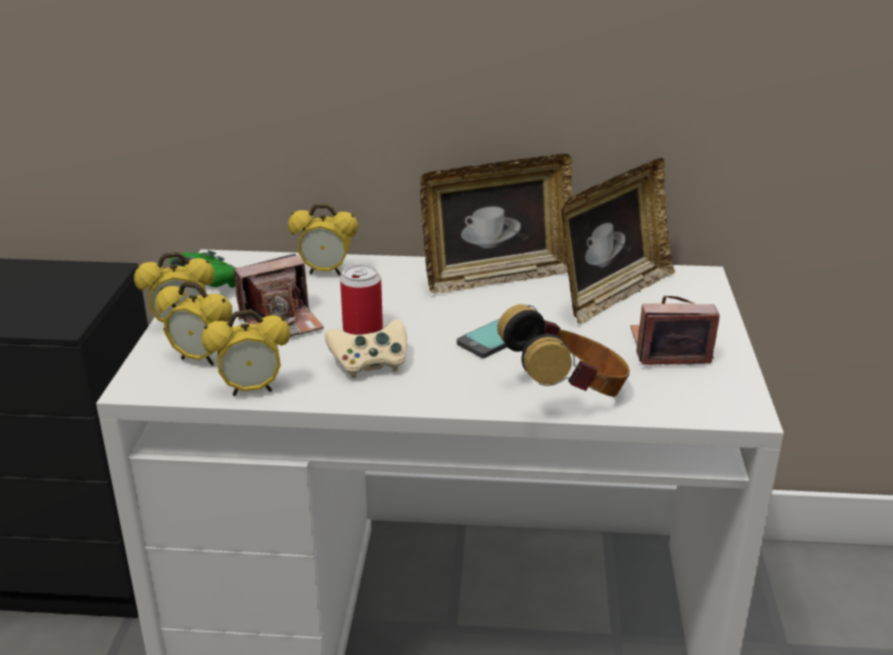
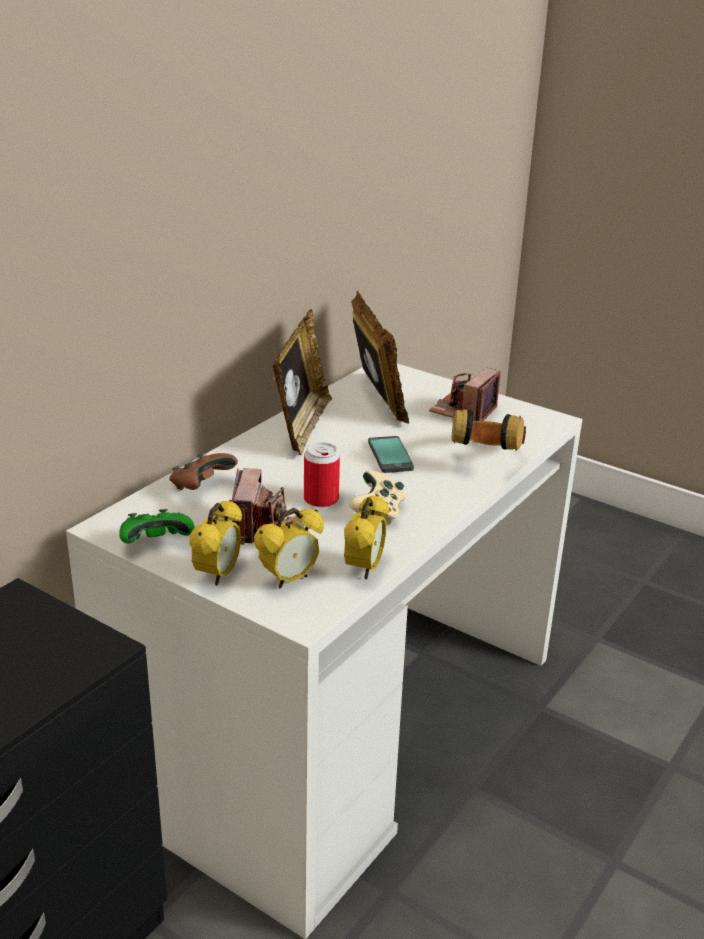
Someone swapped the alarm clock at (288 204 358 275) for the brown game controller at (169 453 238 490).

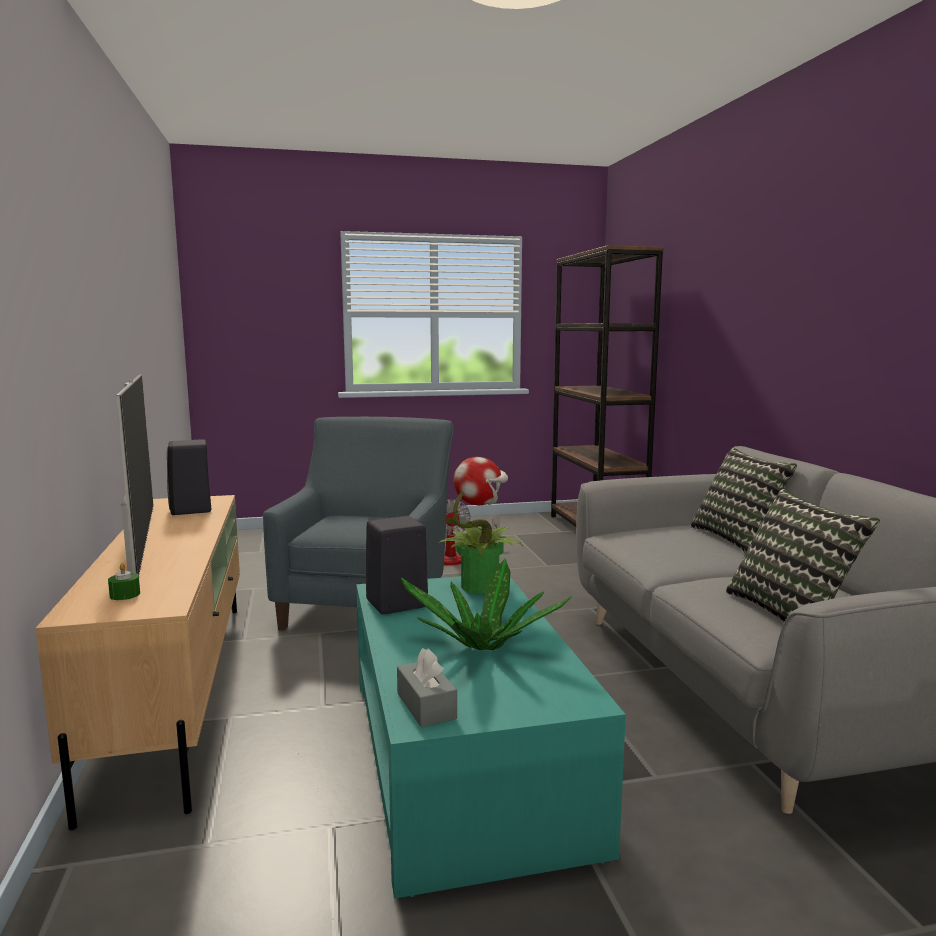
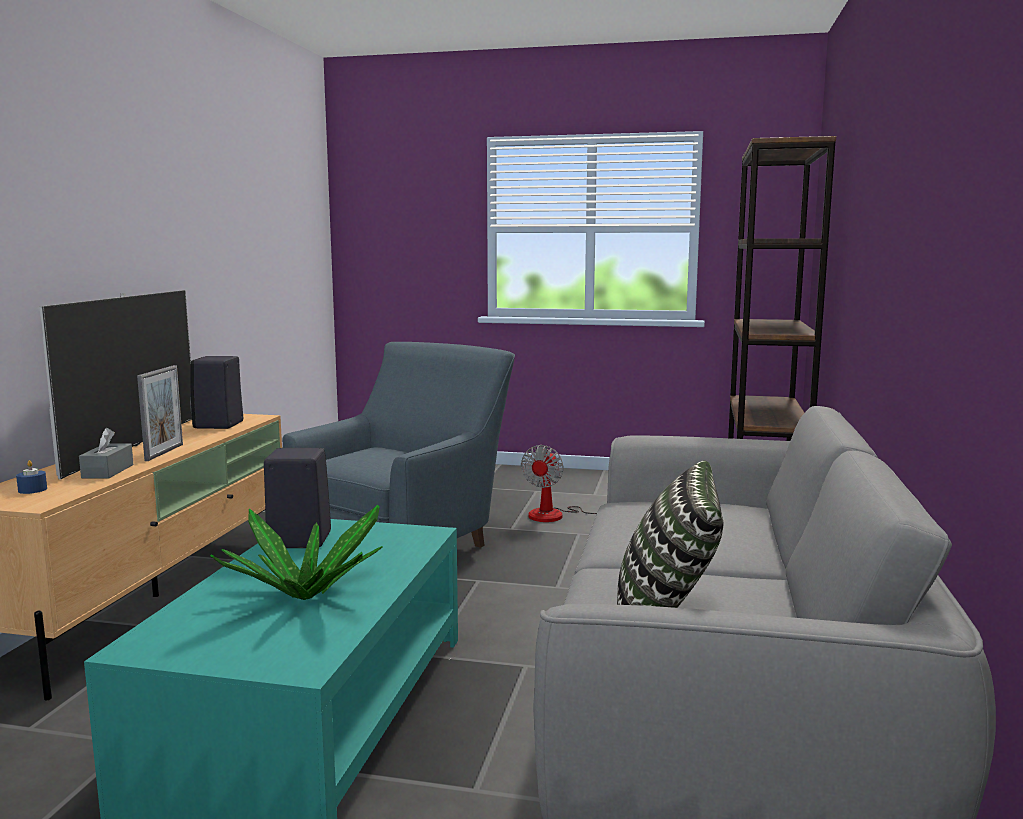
Someone repainted the green candle at (108 563 140 600), which became the blue candle at (16 460 47 494).
Someone carried the grey tissue box from (397 648 457 727) to (79 428 133 479).
Someone put down the picture frame at (137 365 183 461).
Someone took away the potted plant at (439 457 524 594).
Someone took away the pillow at (691 448 797 553).

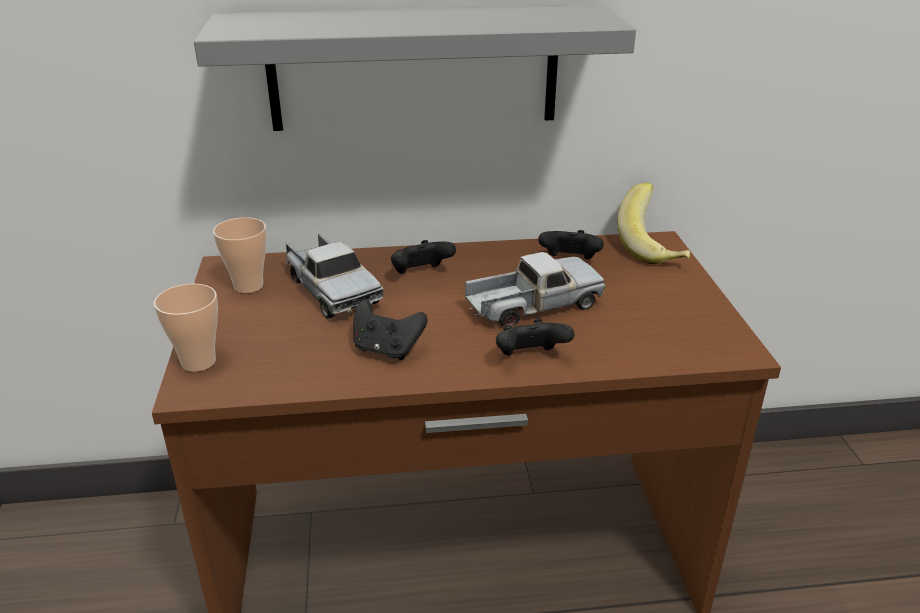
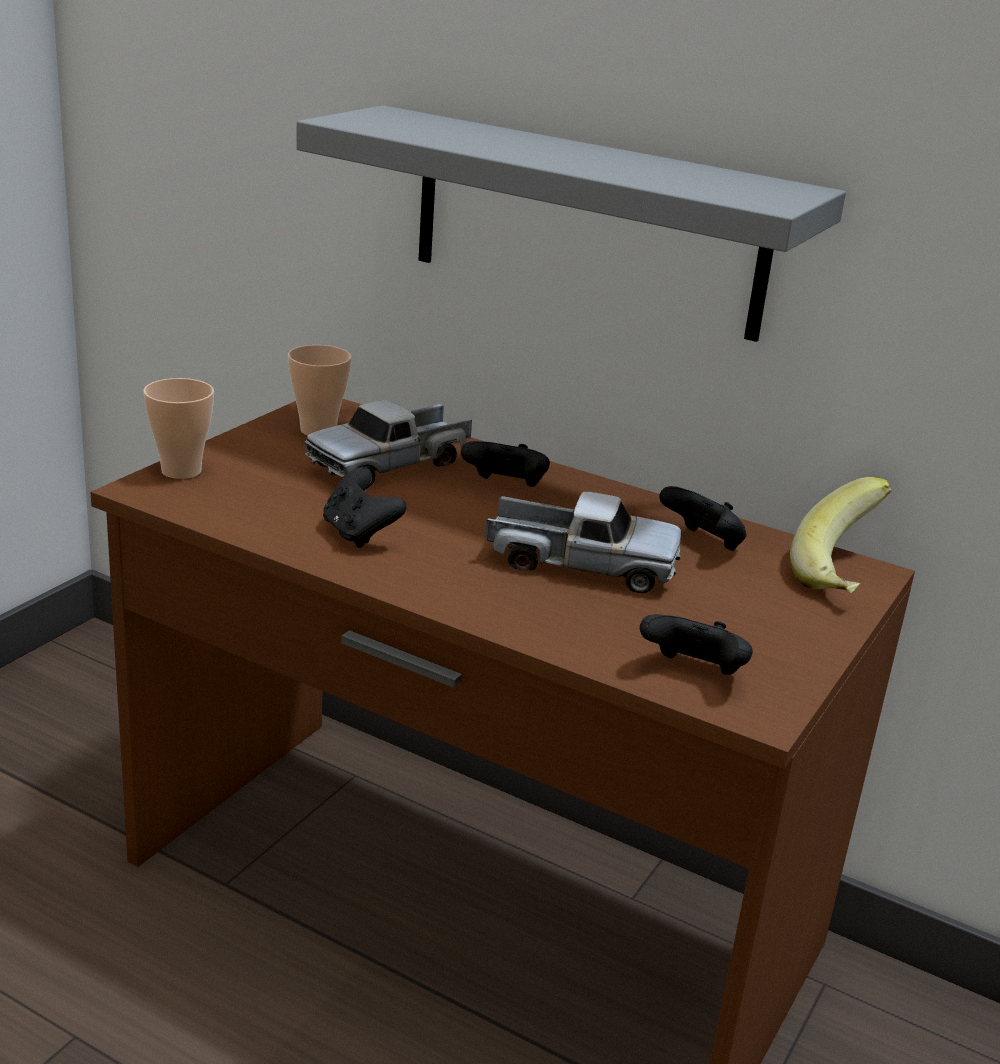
Someone rotated the toy truck at (285 233 384 318) by 45 degrees clockwise.
Someone carried the black game controller from (496 319 574 356) to (640 614 753 675).

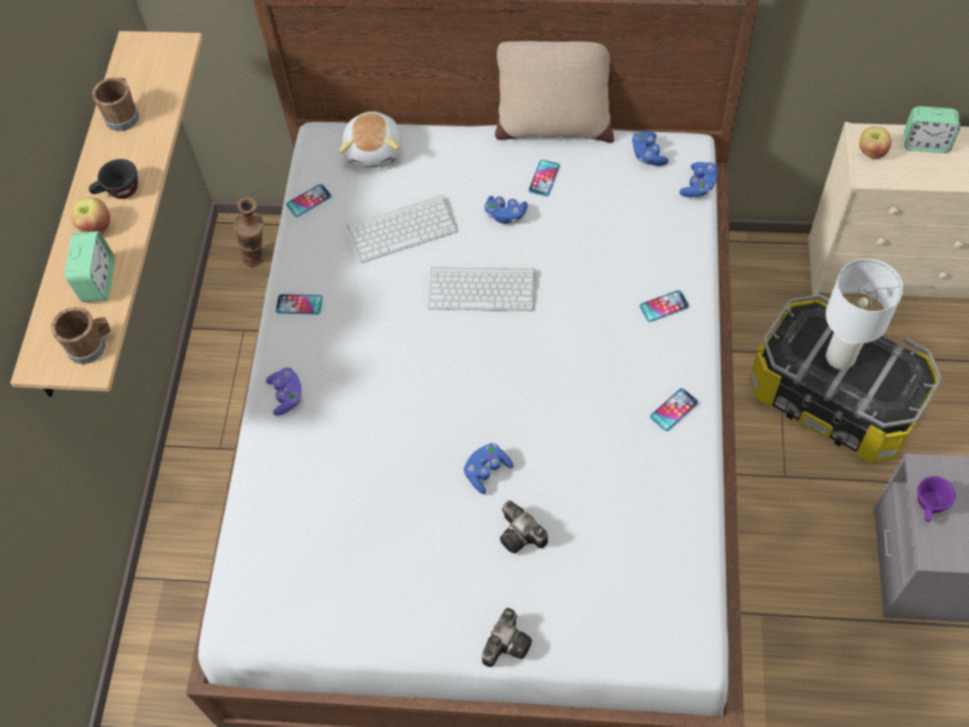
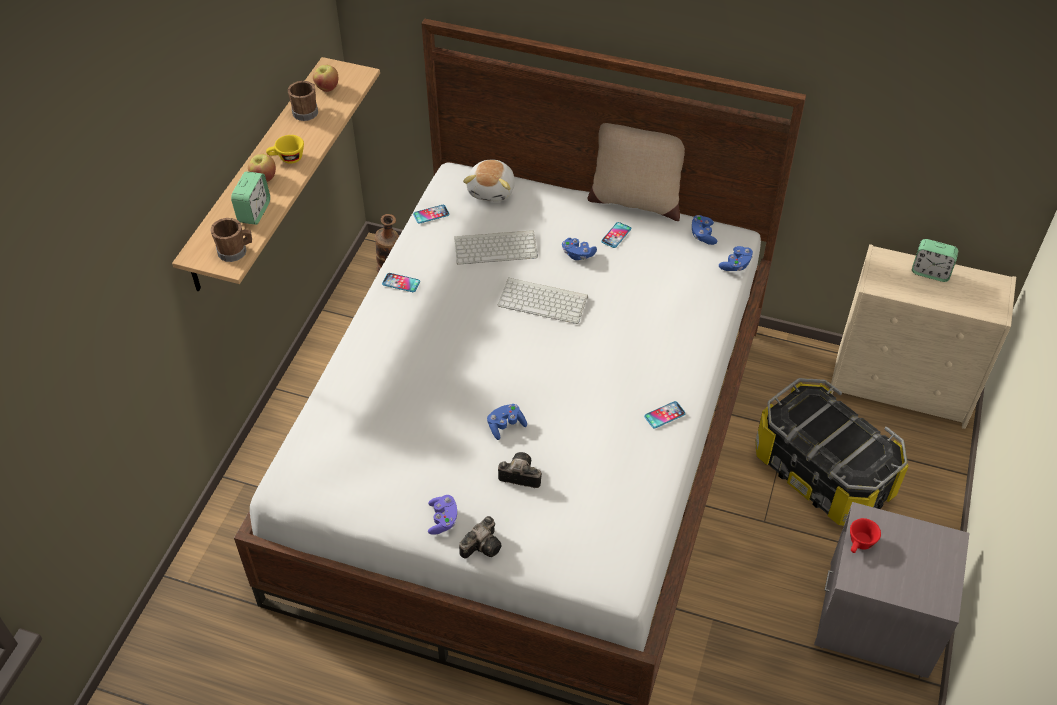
Someone repainted the black cup at (89 159 138 199), which became the yellow cup at (266 135 304 164).
Someone carried the apple from (859 126 892 159) to (313 65 338 92).
Someone carried the purple game controller from (266 367 302 416) to (428 495 457 535).
Someone rotated the photo camera at (500 500 548 553) by 135 degrees clockwise.
Someone repainted the purple cup at (917 476 956 522), which became the red cup at (850 518 881 553).
Someone took away the phone at (639 290 689 322).
Someone took away the white table lamp at (826 258 903 370).

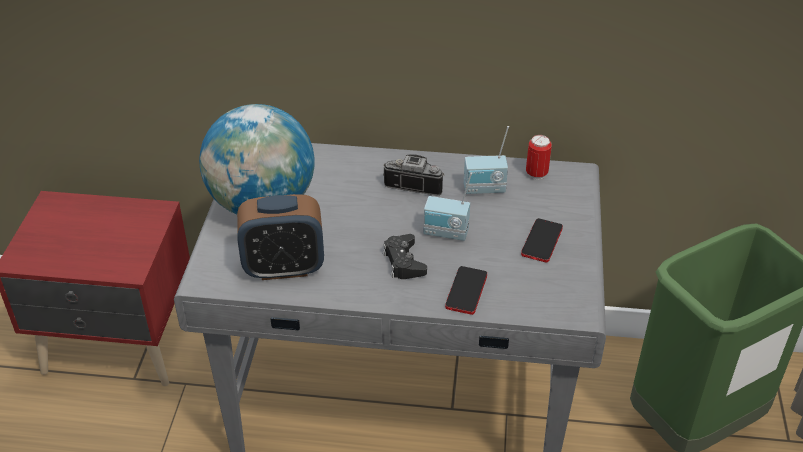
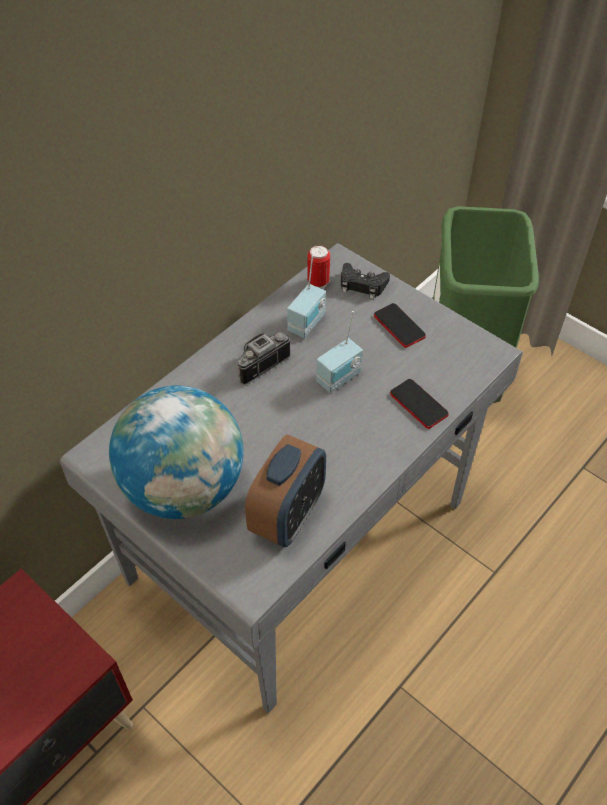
Someone carried the black game controller from (383 234 427 279) to (341 263 390 299).

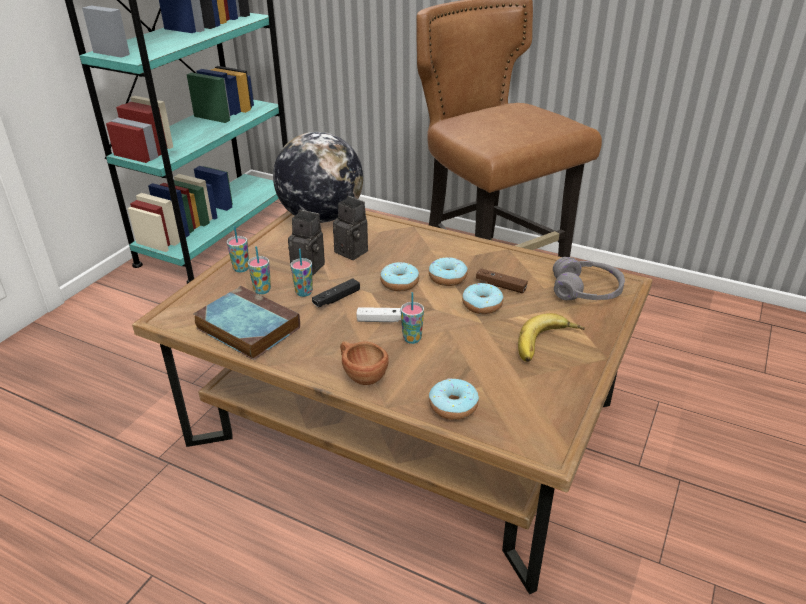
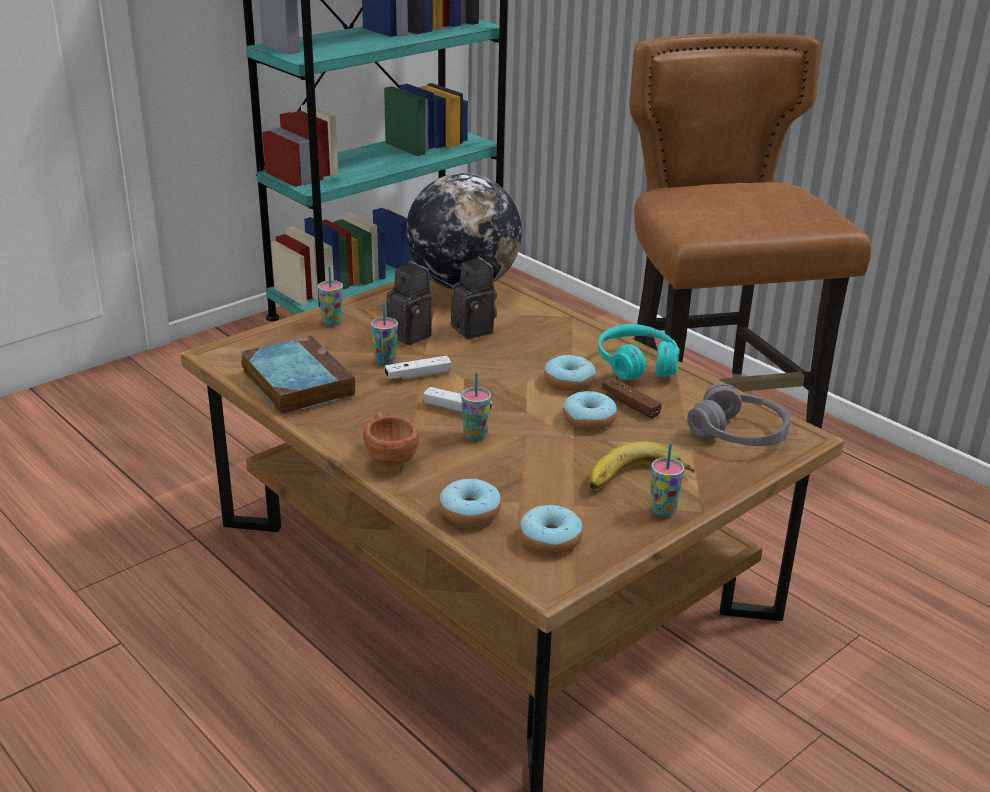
Someone repainted the black game controller at (312 278 360 307), which became the white game controller at (385 356 452 379).
Someone carried the donut from (380 262 419 291) to (519 505 583 554).
Someone put down the turquoise headphones at (598 324 680 380).
Someone carried the cup from (248 246 271 294) to (650 443 684 516).

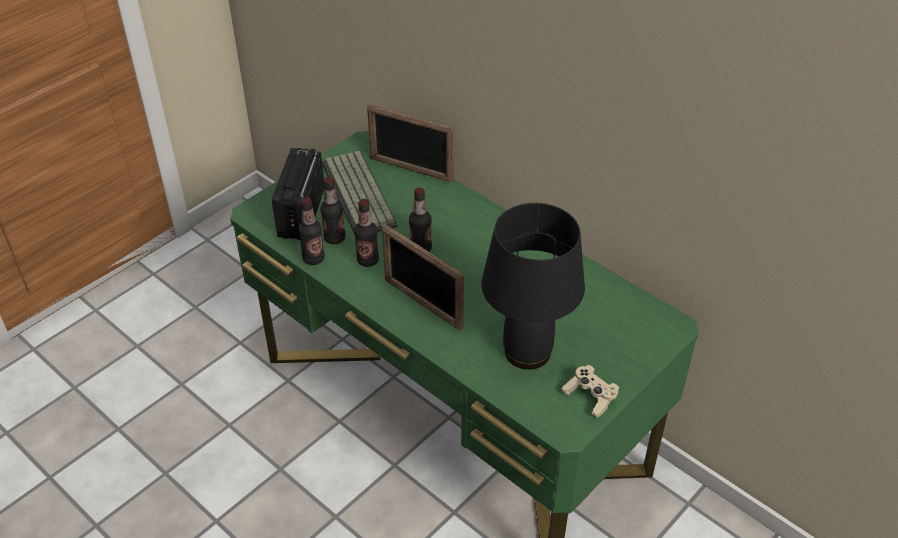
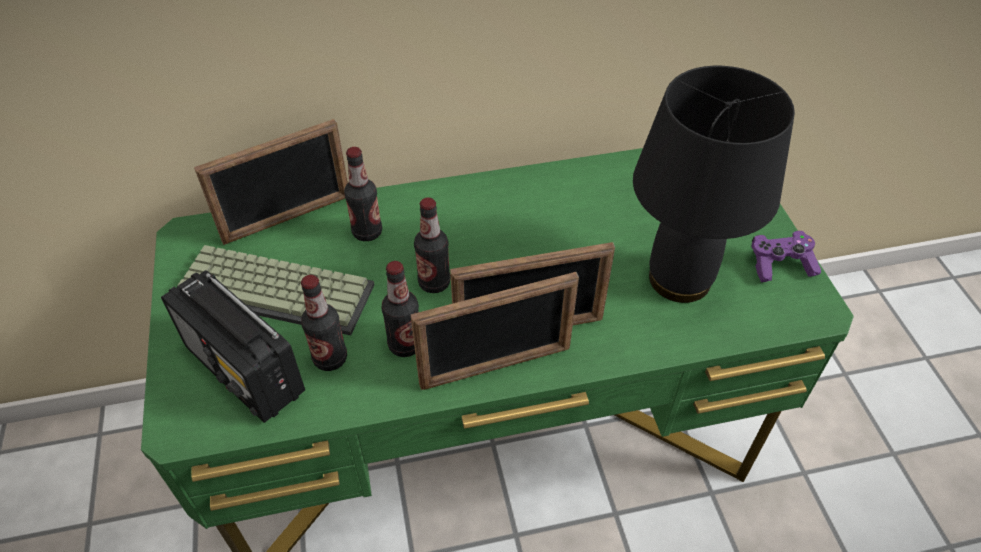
Someone carried the bottle from (298 197 325 265) to (344 147 382 241).
Someone put down the picture frame at (411 272 579 390).
Someone repainted the beige game controller at (561 365 620 418), which became the purple game controller at (752 231 821 282).

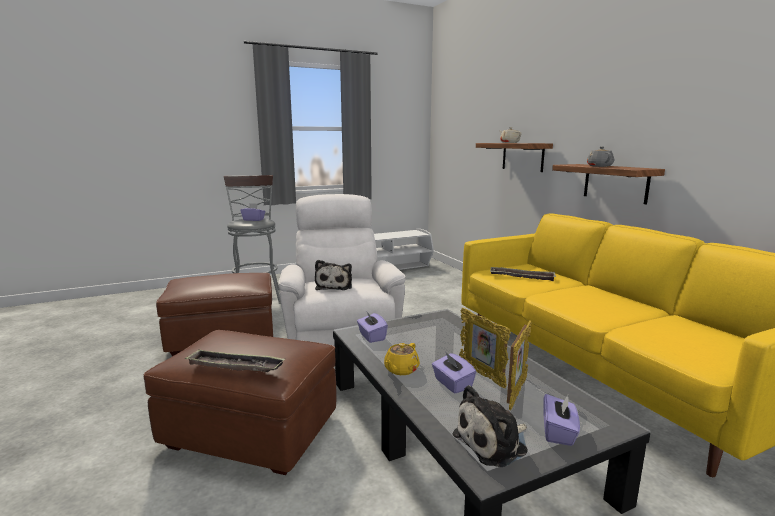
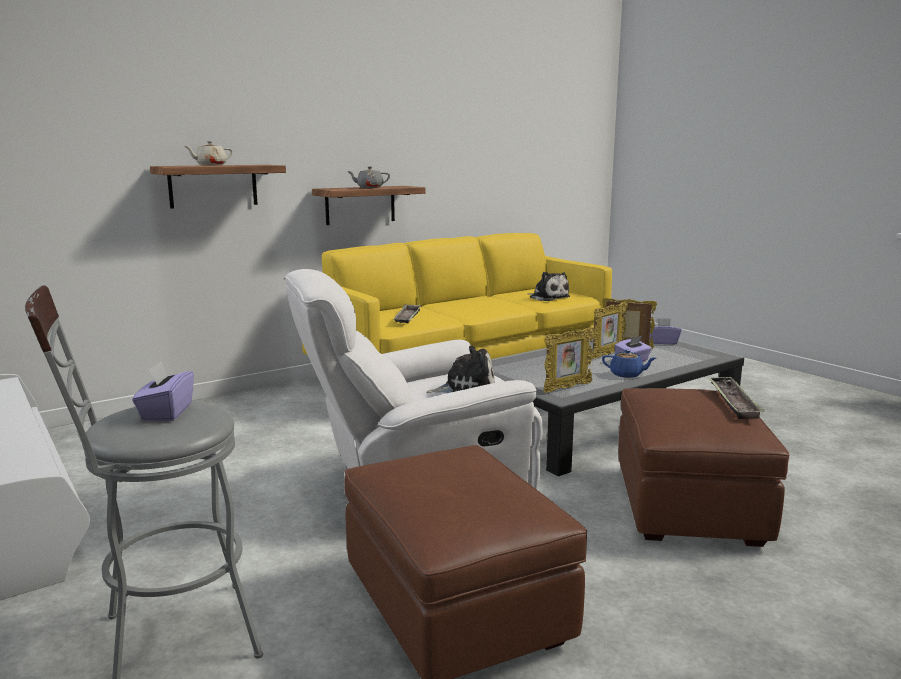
Someone carried the plush toy from (453 385 528 467) to (527 272 570 301).
Someone swapped the purple tissue box at (357 312 388 343) for the picture frame at (543 327 595 393).
Someone repainted the yellow teapot at (384 343 420 375), which became the blue teapot at (602 349 656 378).

